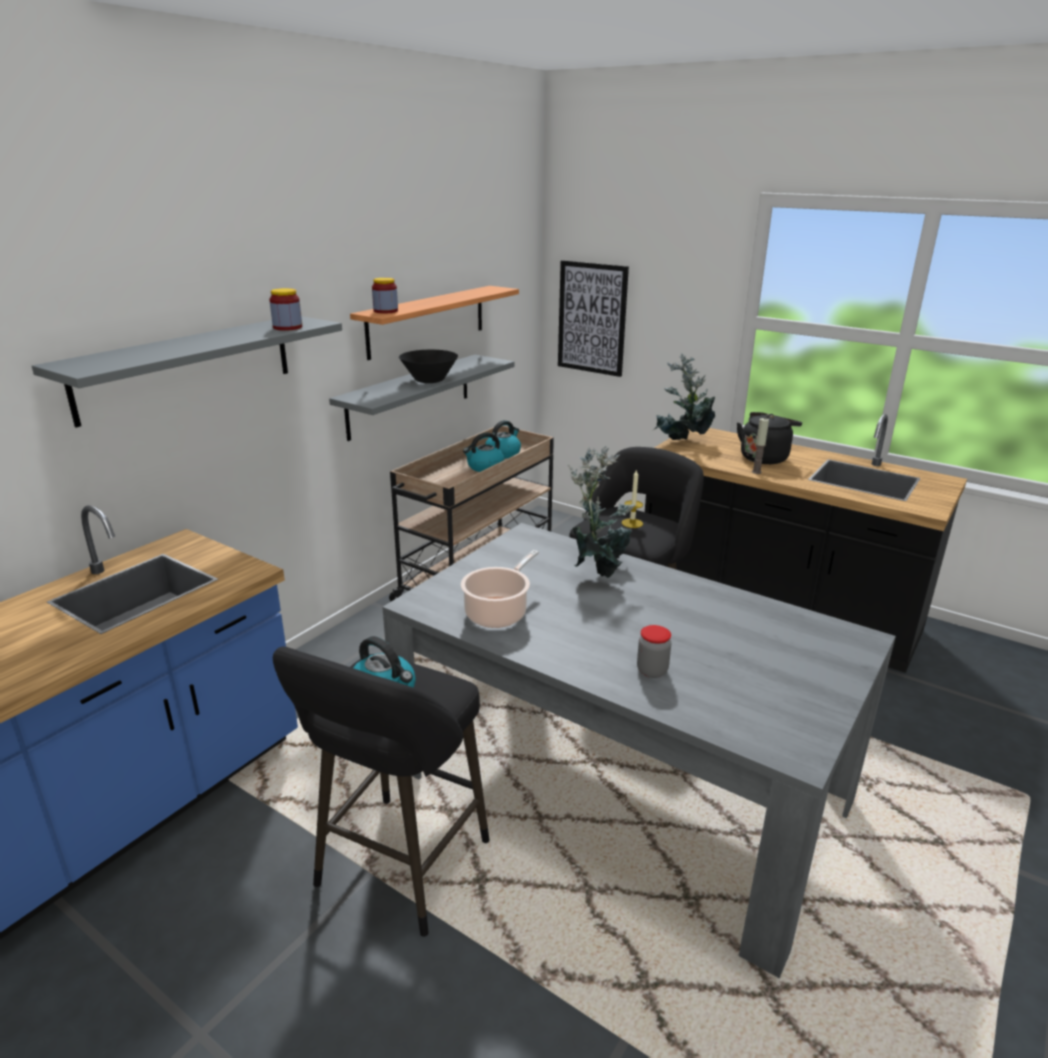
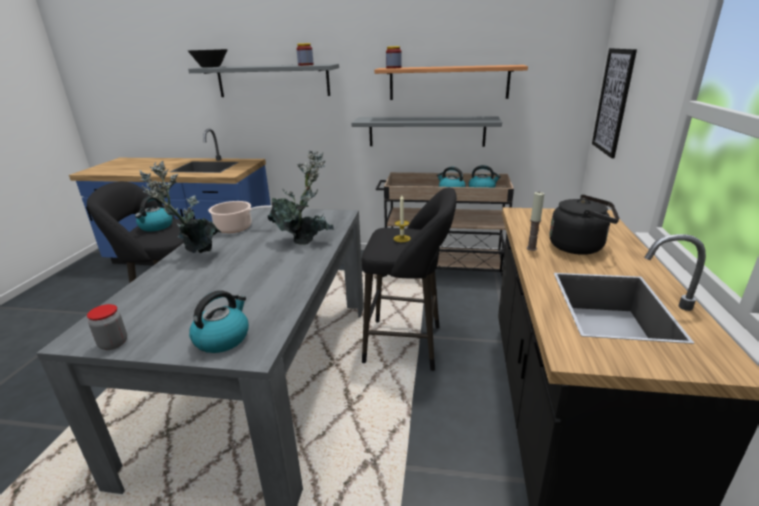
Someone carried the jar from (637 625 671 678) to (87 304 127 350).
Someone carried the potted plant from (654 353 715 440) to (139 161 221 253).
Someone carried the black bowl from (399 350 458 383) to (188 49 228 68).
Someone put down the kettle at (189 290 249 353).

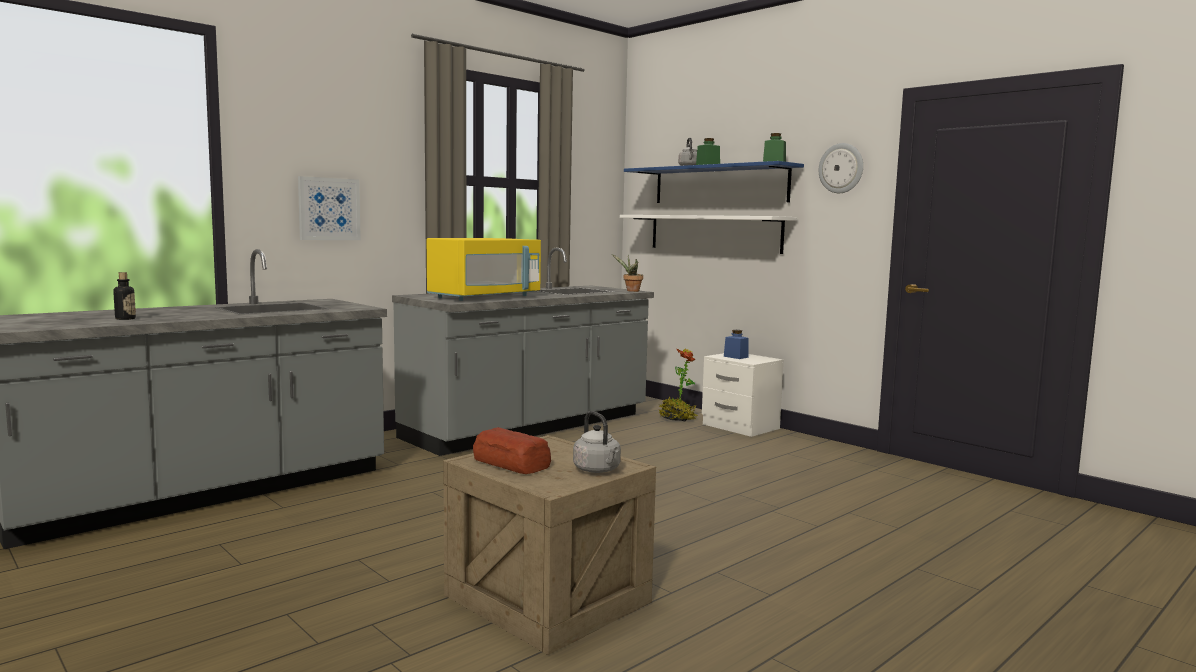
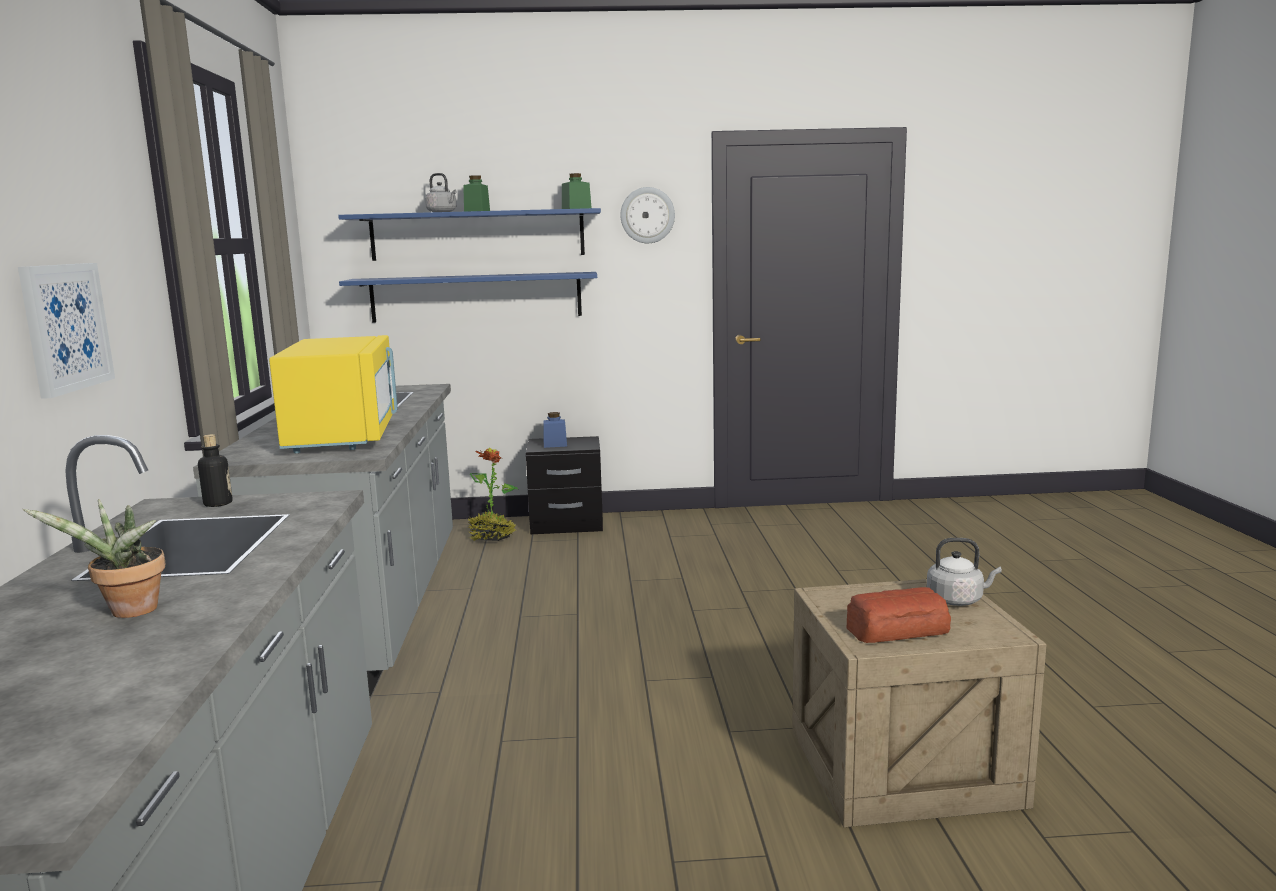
Someone carried the potted plant from (612 254 643 292) to (23 499 165 618).
Someone carried the bottle from (113 272 136 320) to (198 434 232 507).
Someone repainted the white shelf at (620 215 797 254), which became the blue shelf at (339 272 597 323).
Someone repainted the white nightstand at (702 353 784 437), which became the black nightstand at (526 436 603 534).

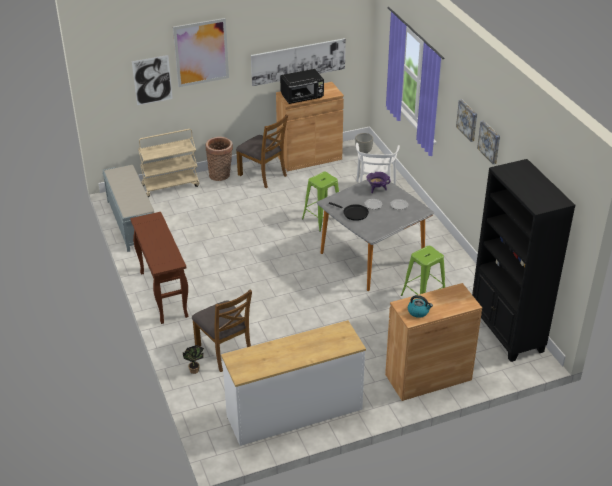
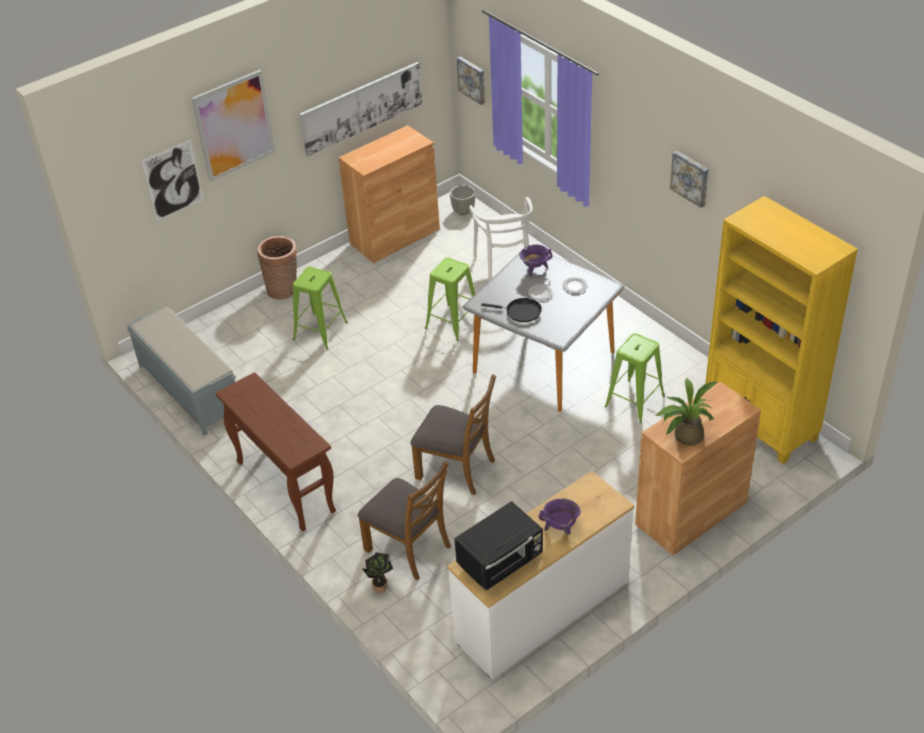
Someone put down the green stool at (293 267 348 349).
Someone carried the brown chair from (236 114 288 189) to (410 374 496 495).
Someone carried the black microwave from (280 69 324 104) to (455 501 543 591).
Someone carried the picture from (456 100 477 142) to (457 56 485 105).
Someone put down the purple cooking pot at (539 498 581 534).
Someone swapped the kettle at (408 295 433 318) for the potted plant at (655 378 718 446).
Someone repainted the black bookcase at (472 159 576 362), which became the yellow bookcase at (705 196 858 464).
Someone took away the beige cart at (138 129 199 197).

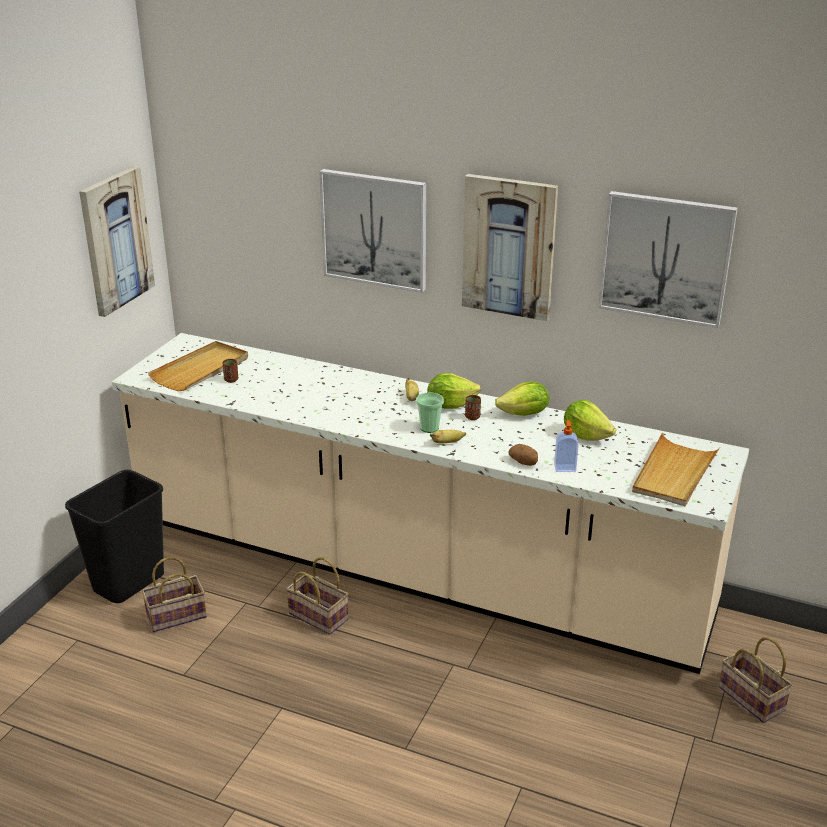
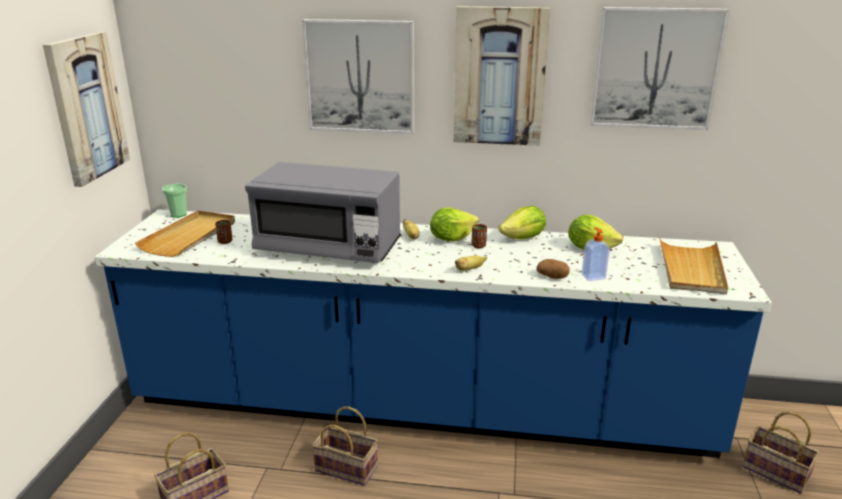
Someone repainted the beige counter at (112 333 749 674), which became the blue counter at (95 209 772 458).
Someone carried the cup from (416 392 444 433) to (162 184 187 218).
Someone put down the grey microwave at (245 162 401 263).
Someone took away the black trash can at (65 470 164 603).

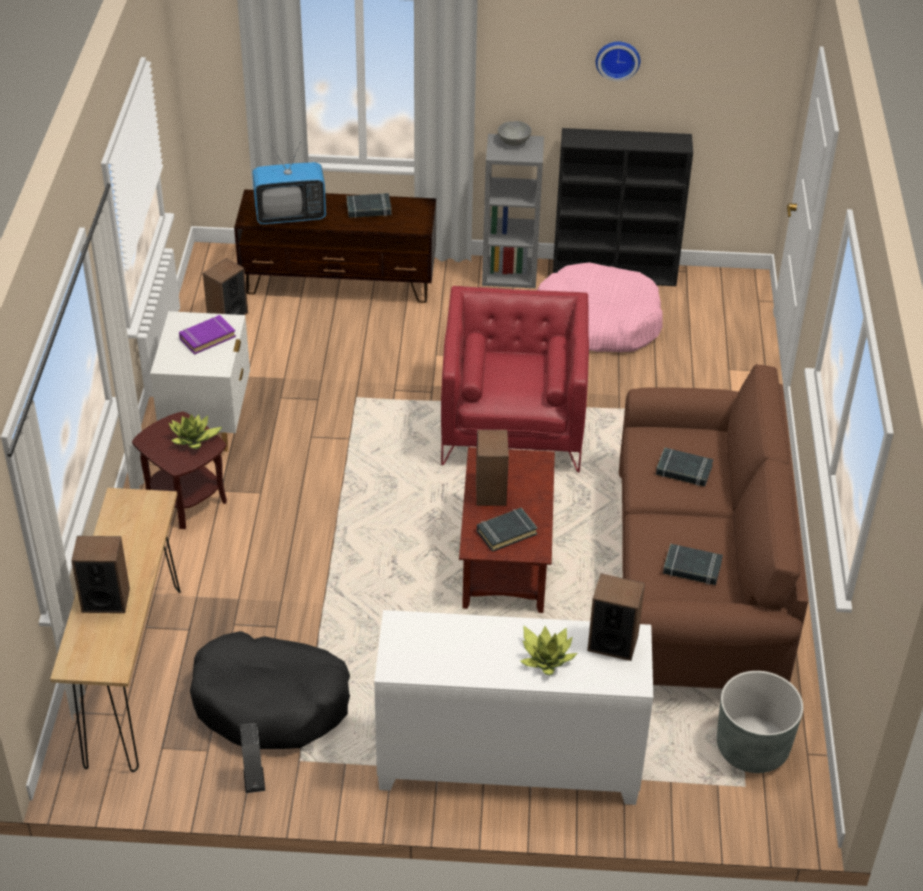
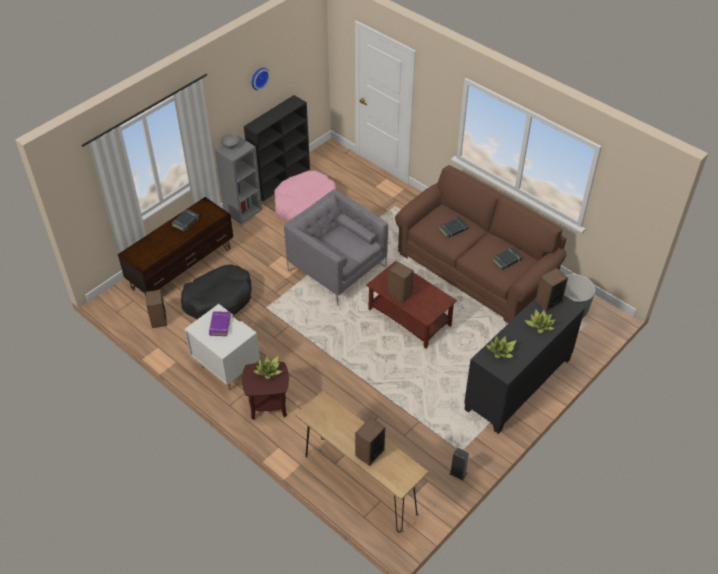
Someone carried the black dog bed from (190 631 350 749) to (181 264 252 319).
Someone repainted the red armchair at (441 286 589 473), which became the grey armchair at (284 189 388 305).
Someone repainted the white cabinet at (374 610 653 805), which became the black cabinet at (464 295 585 434).
Someone put down the potted plant at (486 336 517 358).
Someone took away the television at (252 142 326 224).
Someone took away the black book at (477 508 538 552).

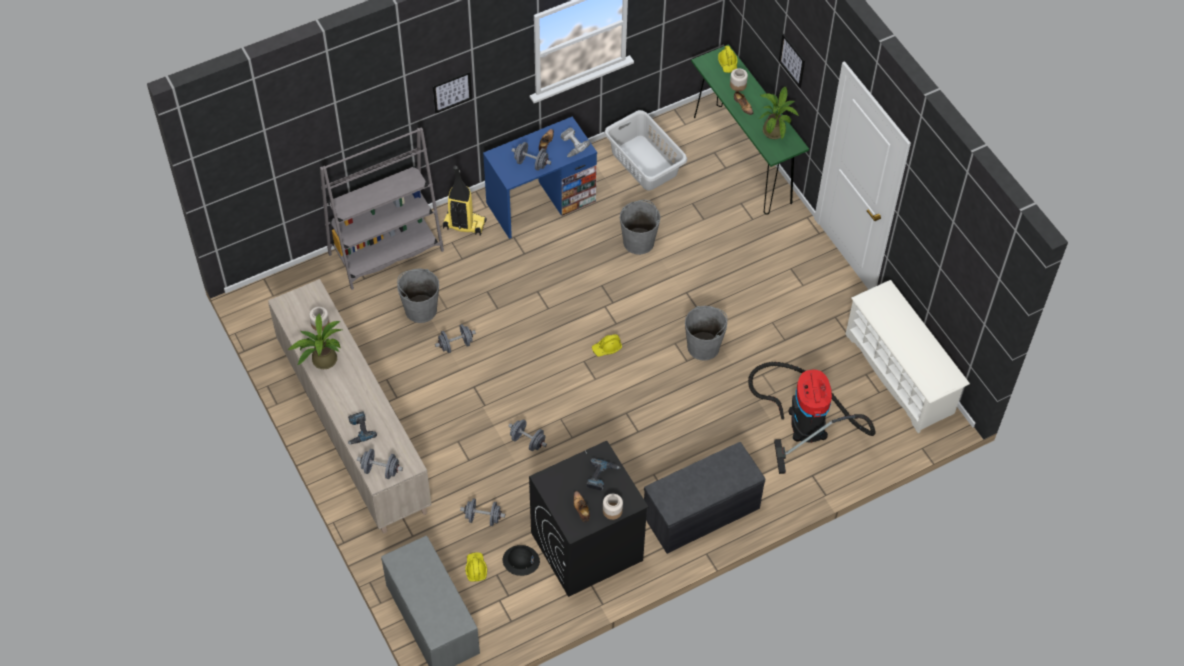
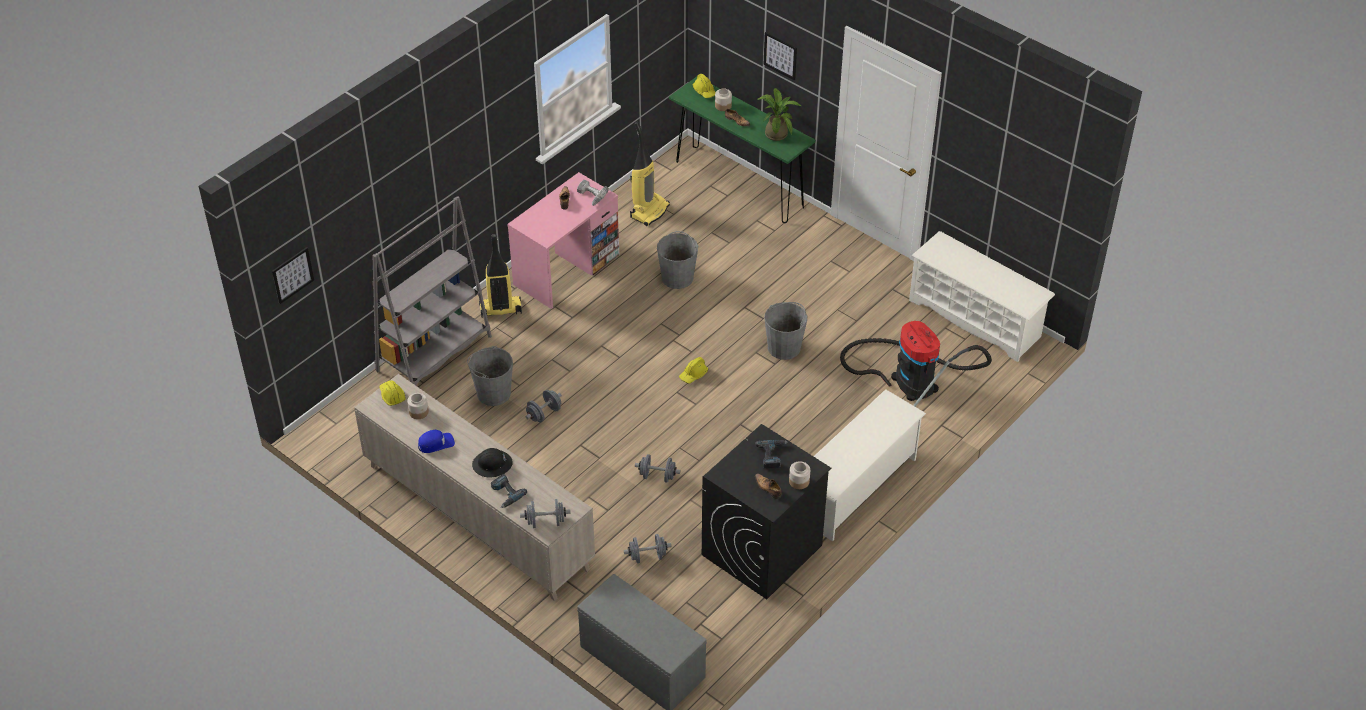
Someone carried the picture from (433 71 472 113) to (272 247 314 304).
Someone carried the yellow hard hat from (465 552 487 581) to (379 380 406 406).
Someone swapped the potted plant at (287 313 342 369) for the blue cap at (418 430 455 453).
Someone carried the black hard hat from (503 545 540 576) to (472 448 513 477).
Someone repainted the blue desk at (483 116 597 239), which became the pink desk at (507 172 619 309).
Someone swapped the grey laundry basket at (604 110 687 190) for the vacuum cleaner at (630 121 670 226).
Someone swapped the grey bench at (644 442 765 554) for the white shoe rack at (814 389 926 541).
Someone took away the grey dumbbell at (512 142 551 171).

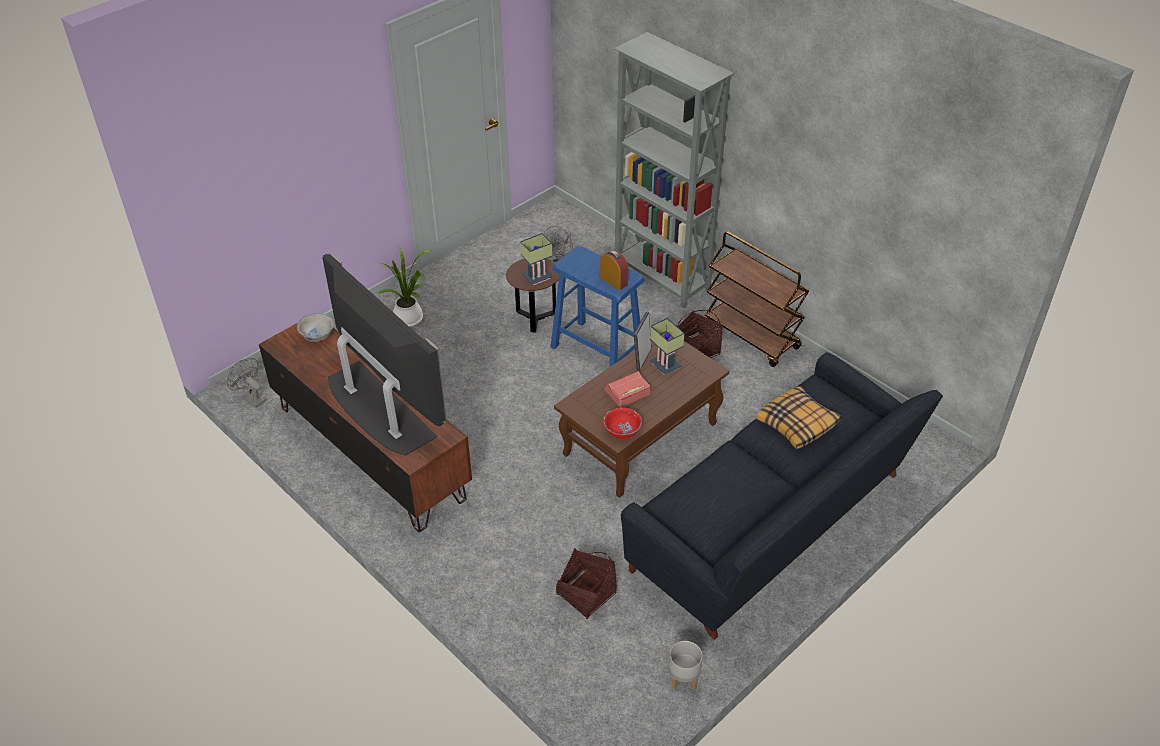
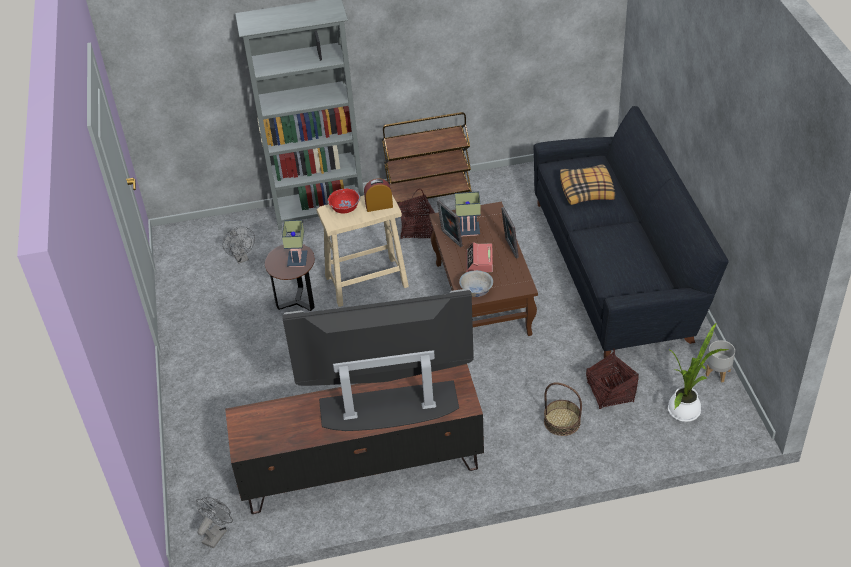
Someone rotated the grey fan at (227 358 266 408) by 135 degrees clockwise.
Someone repainted the blue stool at (551 246 645 367), which became the beige stool at (316 195 409 307).
Someone carried the red bowl from (603 408 642 439) to (328 188 360 213).
Someone carried the white bowl from (297 313 334 342) to (459 270 493 297).
Someone put down the picture frame at (501 207 519 258).
Someone put down the basket at (544 382 582 436).
Someone carried the potted plant from (378 246 433 327) to (668 322 729 422).

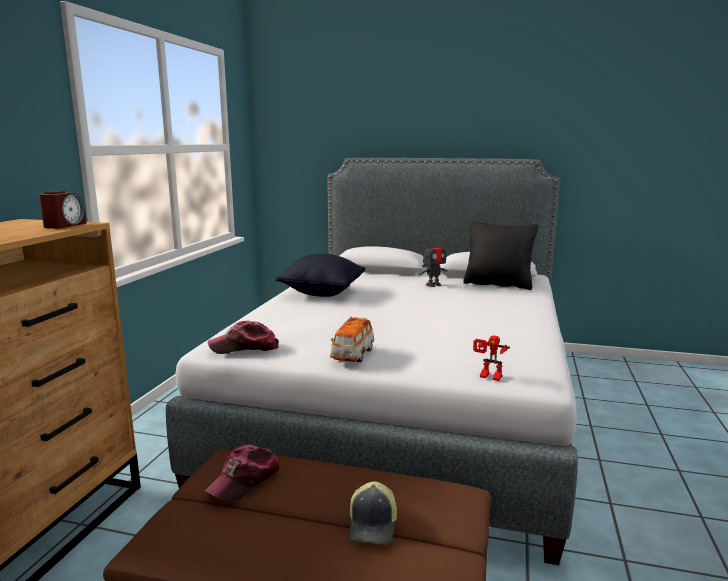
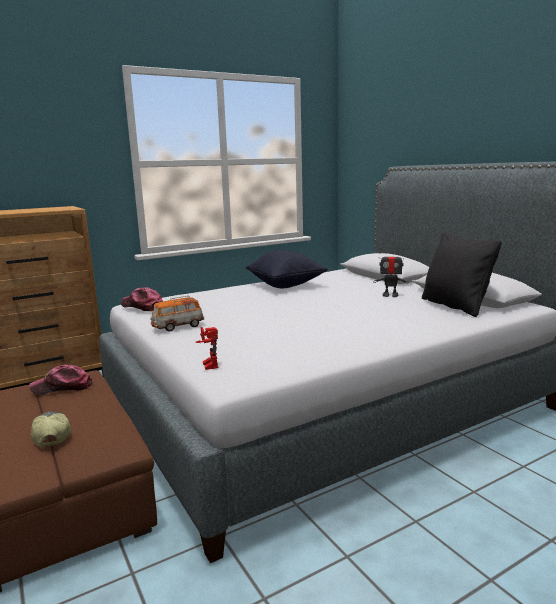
Someone rotated the cap at (348 481 397 544) by 105 degrees clockwise.
Someone took away the alarm clock at (39 191 86 229).

